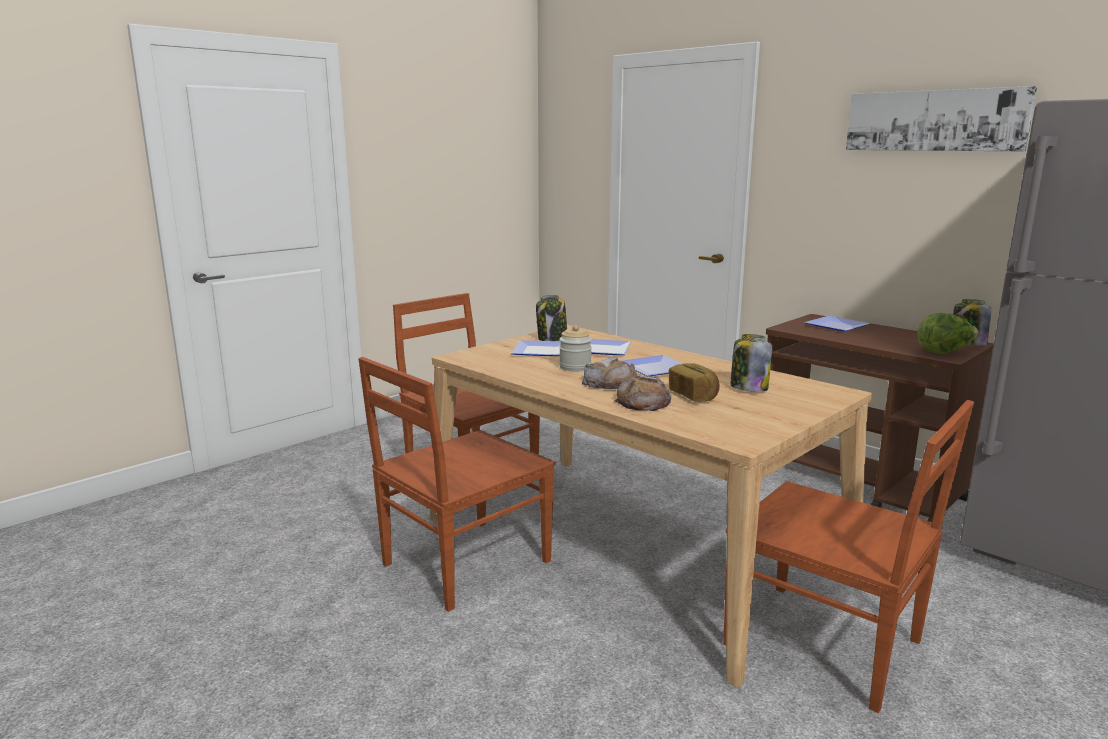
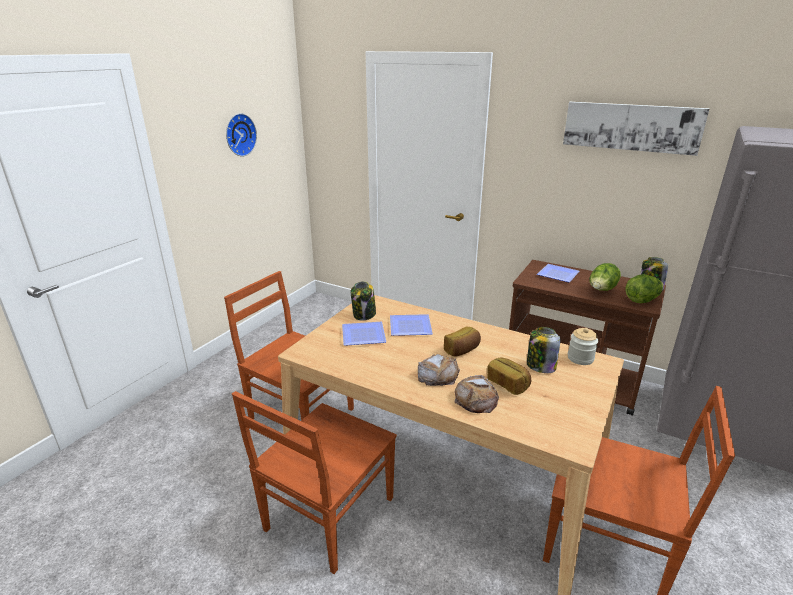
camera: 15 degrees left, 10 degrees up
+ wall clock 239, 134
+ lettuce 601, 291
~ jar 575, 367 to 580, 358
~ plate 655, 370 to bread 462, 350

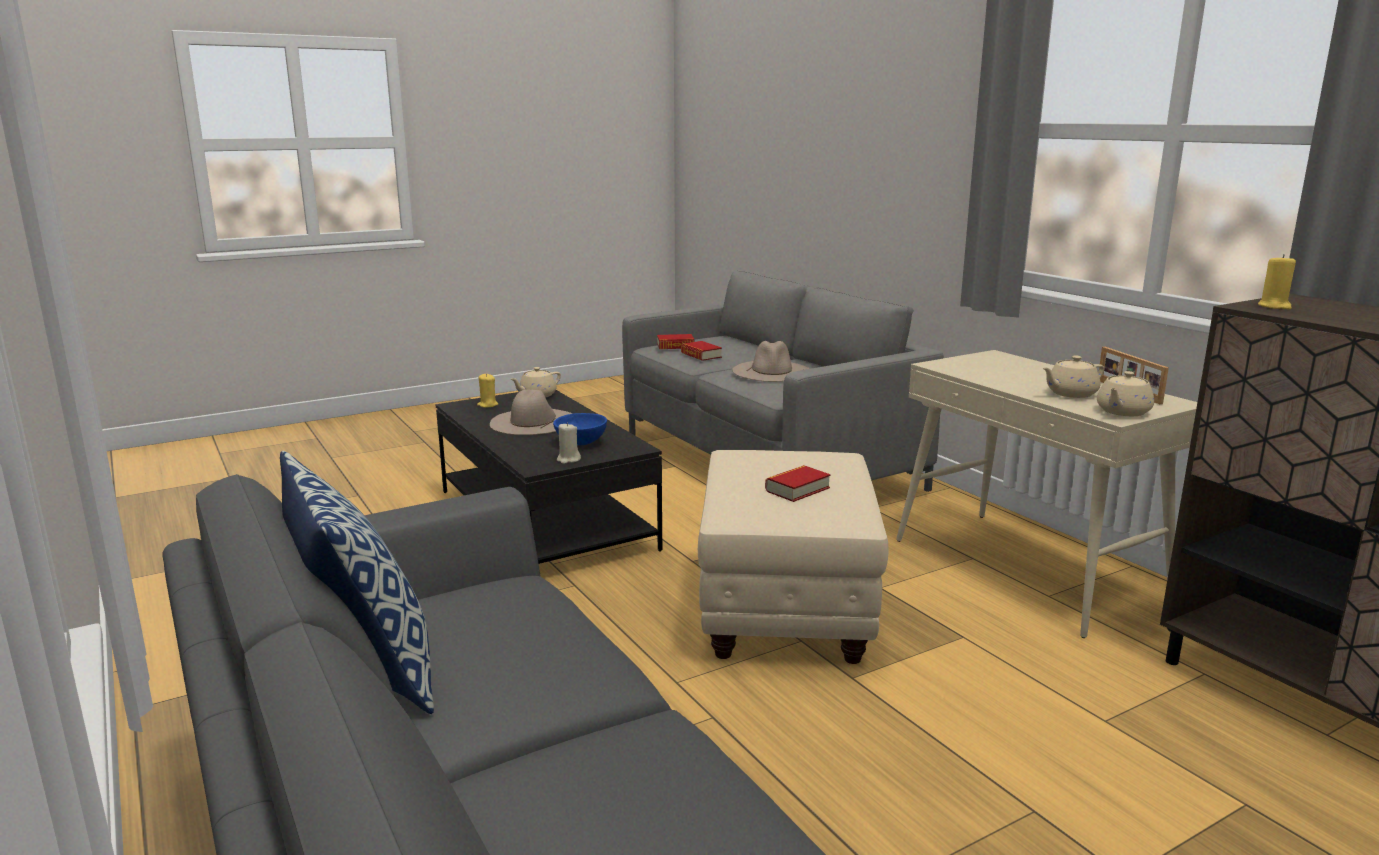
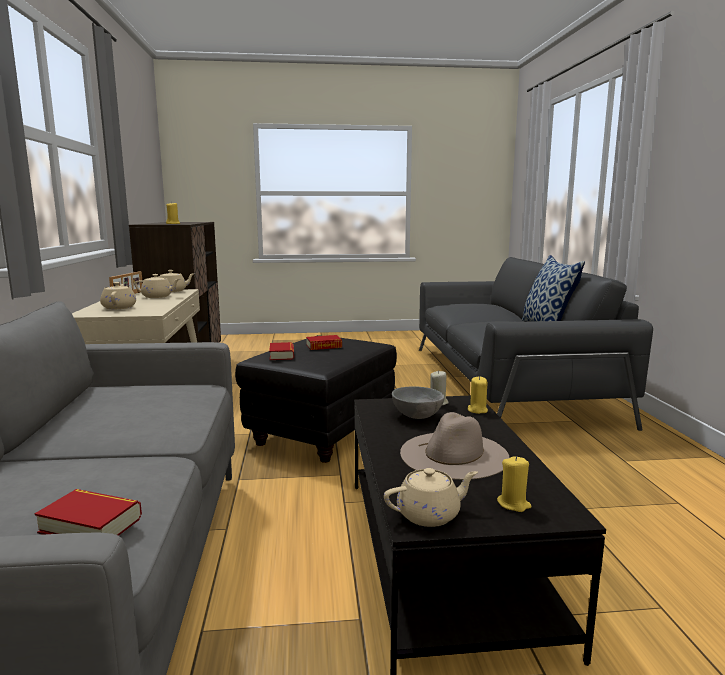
camera: 155 degrees left, 5 degrees down
- beige hat 772, 371
+ beige teapot 119, 307
+ yellow candle 477, 410
~ book 701, 355 to 282, 355
~ blue bowl 581, 443 to grey bowl 417, 416
~ beige ottoman 787, 612 to black ottoman 321, 432

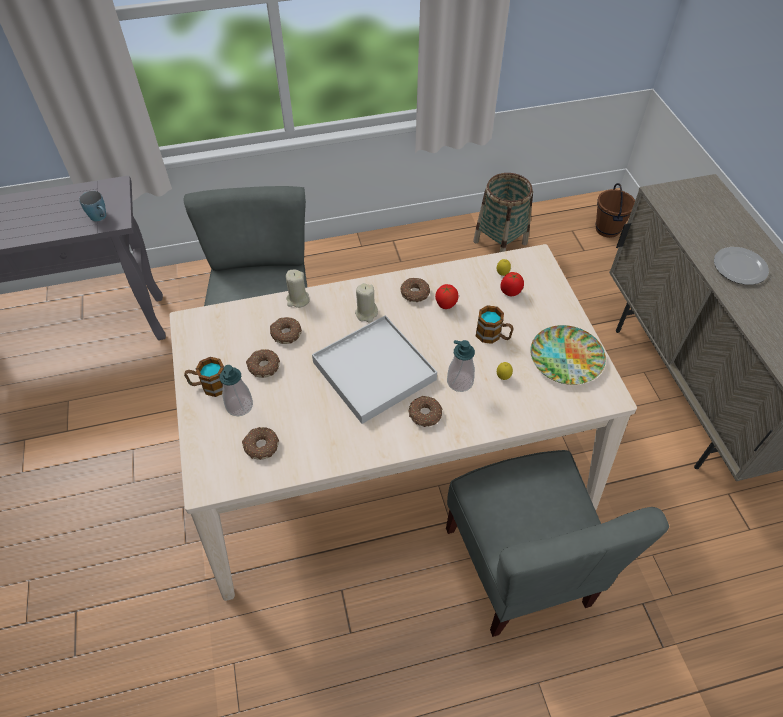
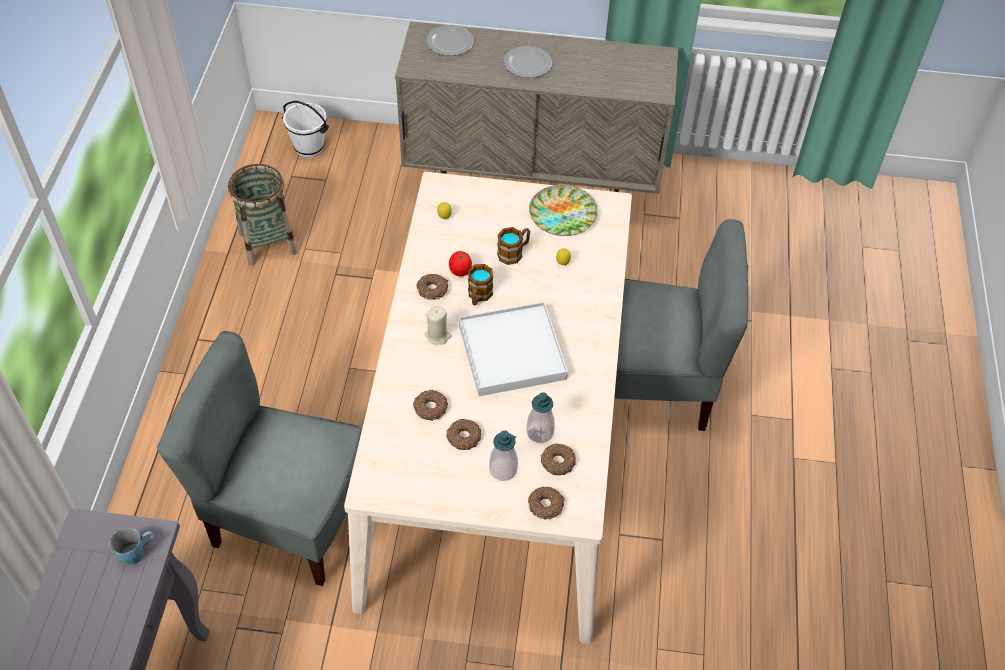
camera: 70 degrees left, 0 degrees up
- beige candle 298, 300
- tomato 510, 292
+ plate 450, 43
~ mug 209, 386 to 478, 296
~ donut 425, 415 to 546, 505
~ soap dispenser 460, 382 to 540, 432
~ brown bucket 607, 229 to white bucket 309, 148

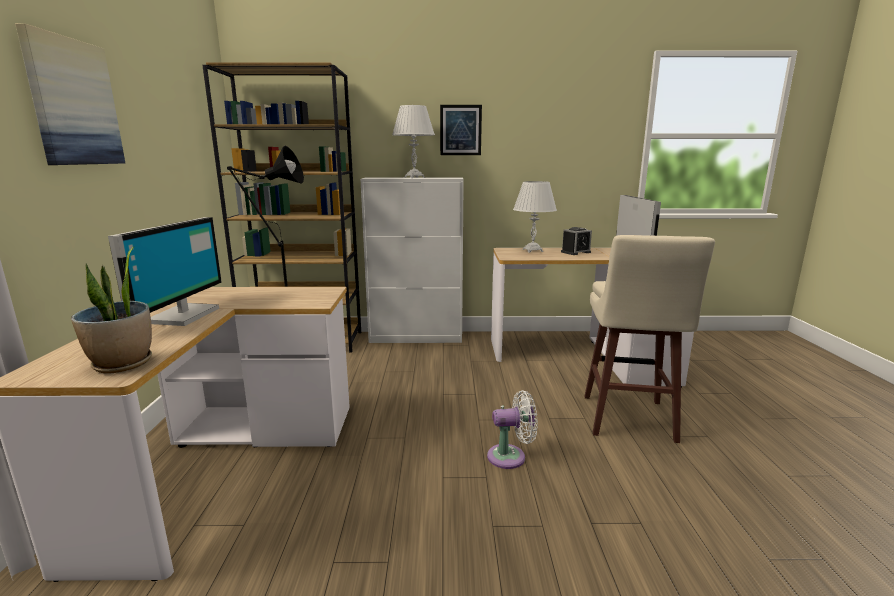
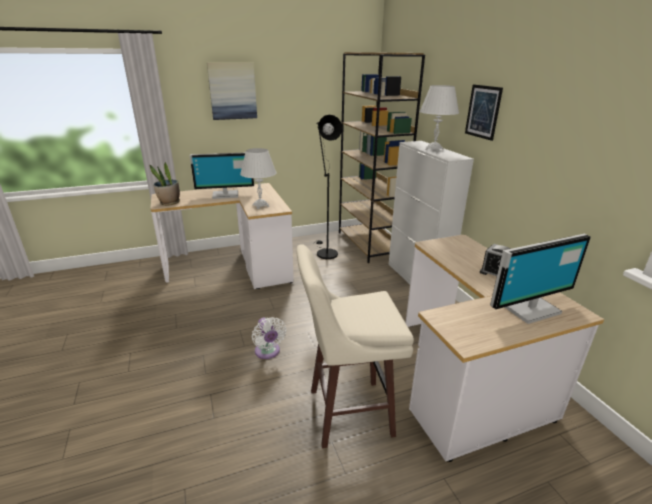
camera: 70 degrees right, 10 degrees up
~ white table lamp 532, 250 to 260, 206

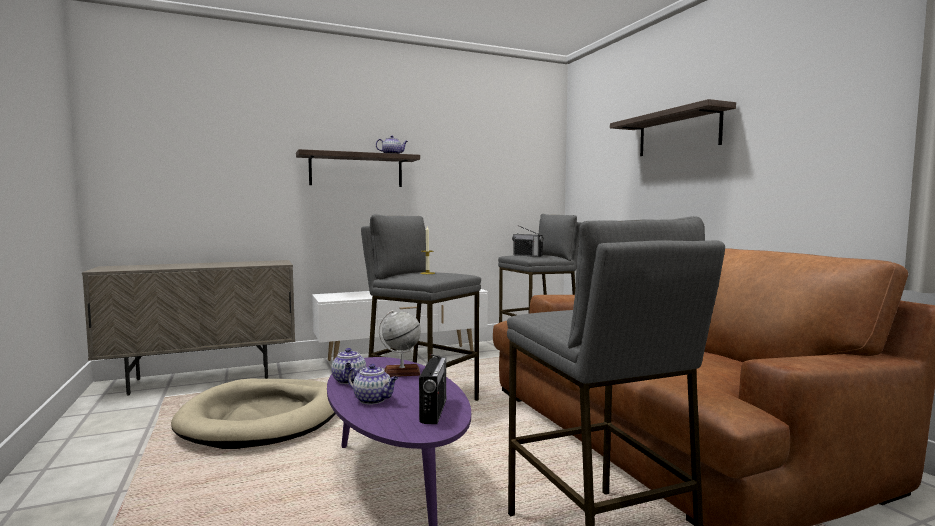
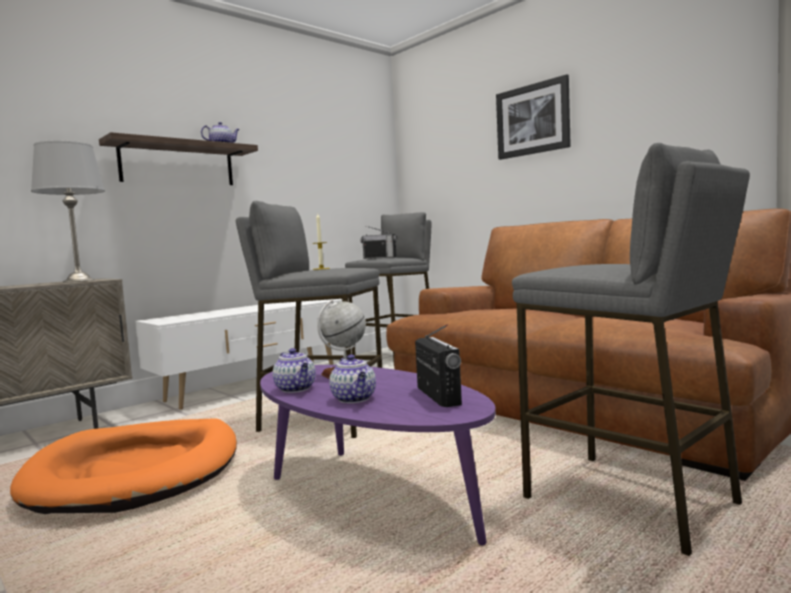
camera: 20 degrees left, 0 degrees up
+ grey table lamp 78, 281
~ shelf 678, 133 to picture 532, 119
~ beige dog bed 263, 418 to orange dog bed 136, 471
~ teapot 373, 400 = 354, 399 60 degrees clockwise

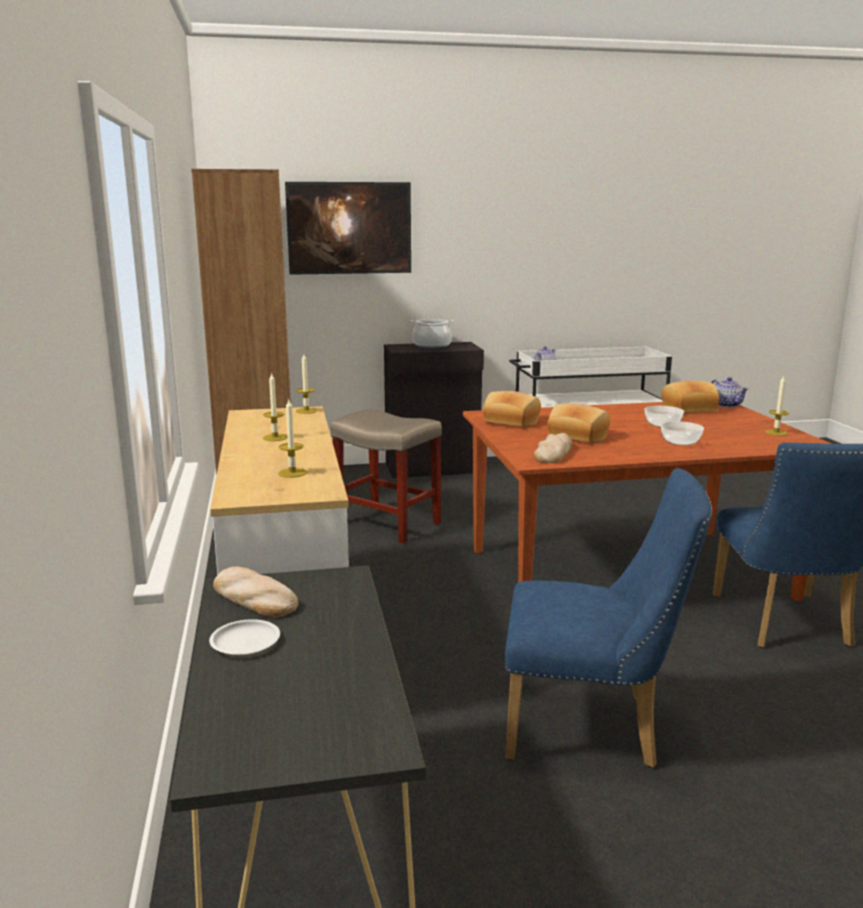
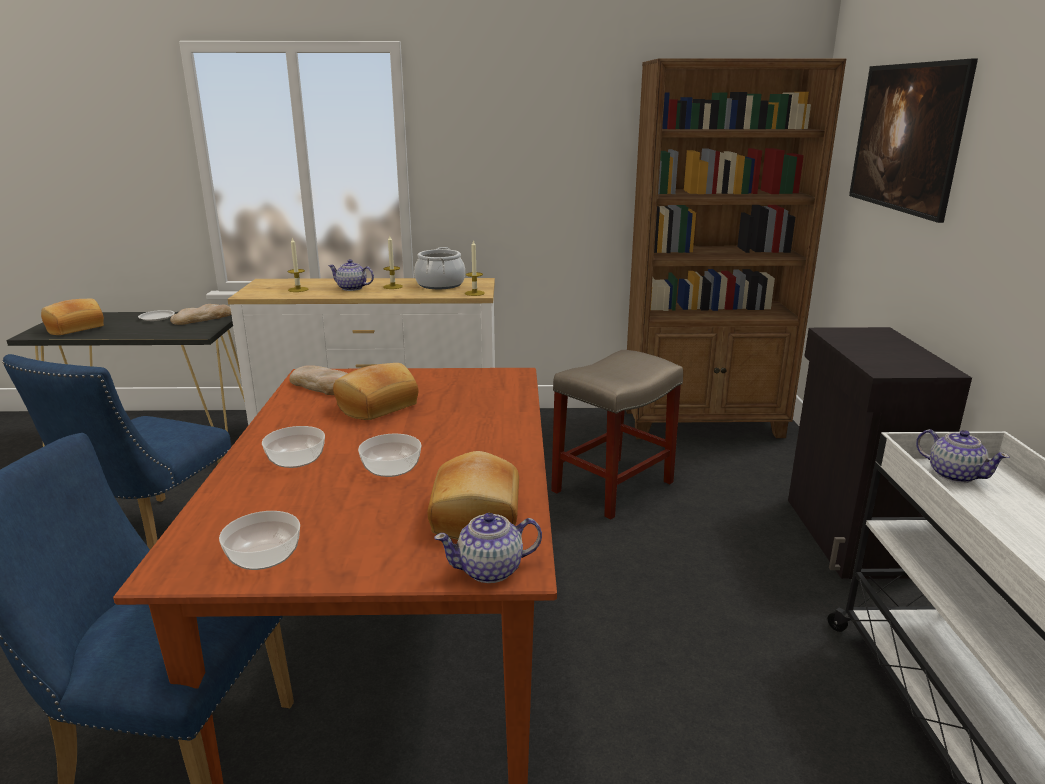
camera: 100 degrees right, 5 degrees up
+ teapot 352, 288
~ cooking pot 432, 346 to 440, 285
~ bread 511, 422 to 74, 328
~ candle 776, 433 to bowl 265, 556

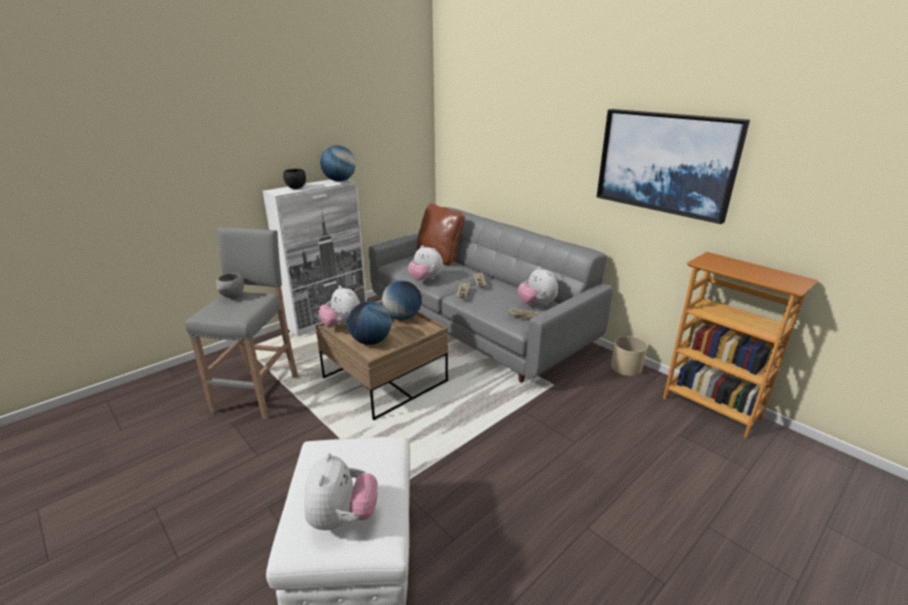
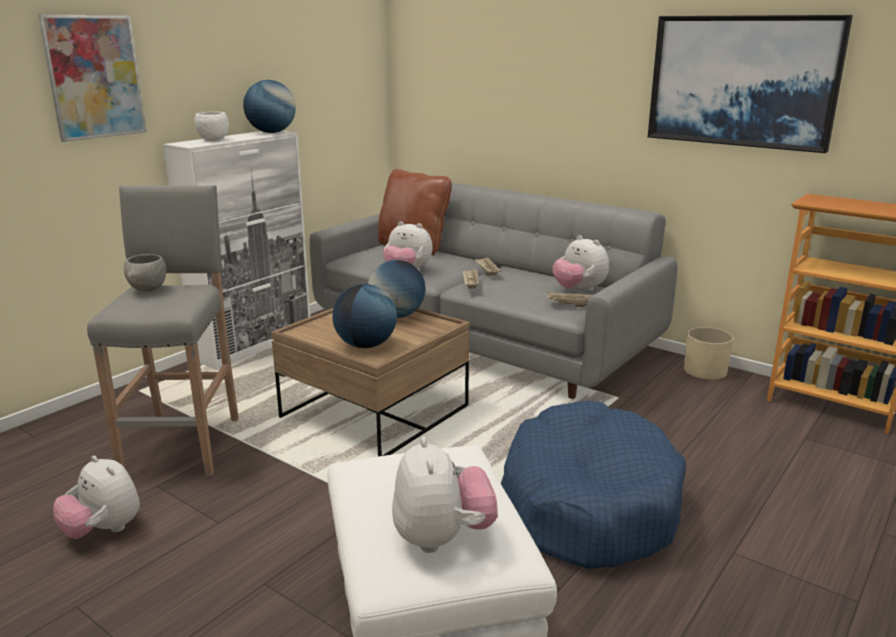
camera: 10 degrees left, 5 degrees down
+ picture 94, 77
+ blue dog bed 589, 503
~ plush toy 342, 326 to 103, 530
~ black bowl 296, 188 to white bowl 213, 140

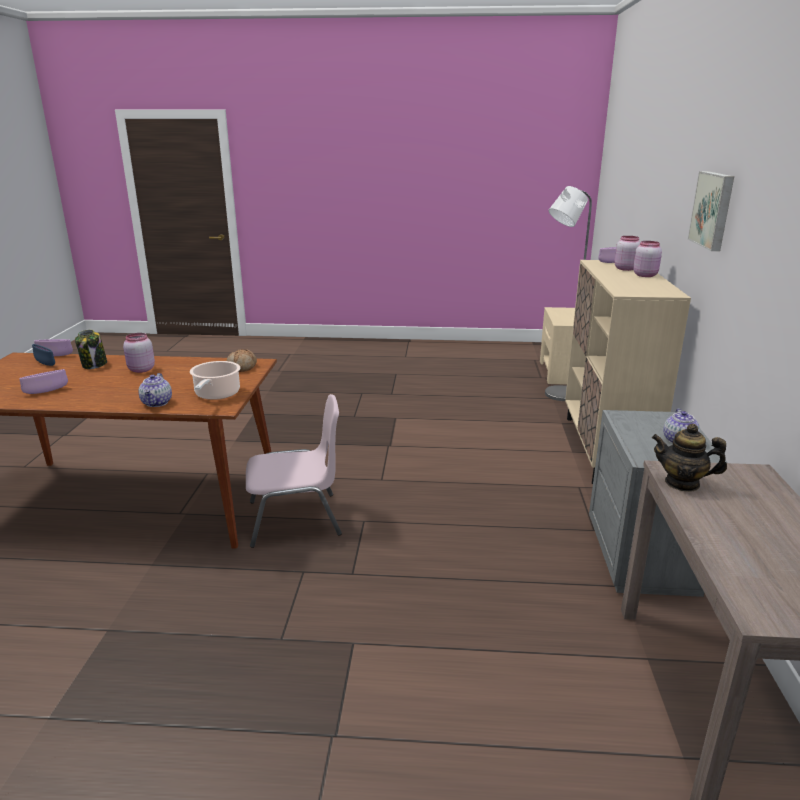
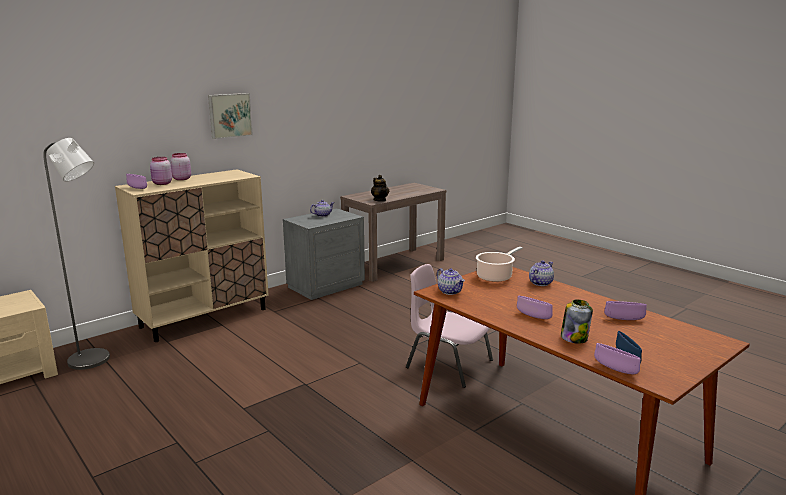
camera: 135 degrees left, 5 degrees down
~ pink jar 141, 370 to purple bowl 533, 316
~ bread 242, 367 to teapot 450, 291

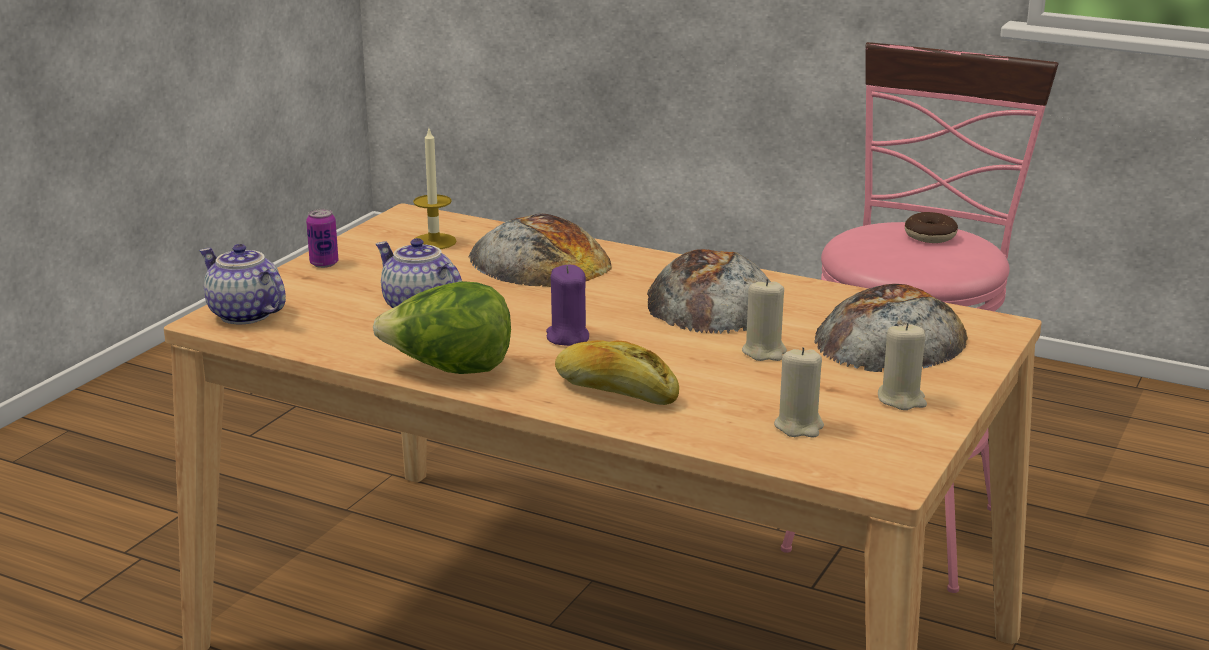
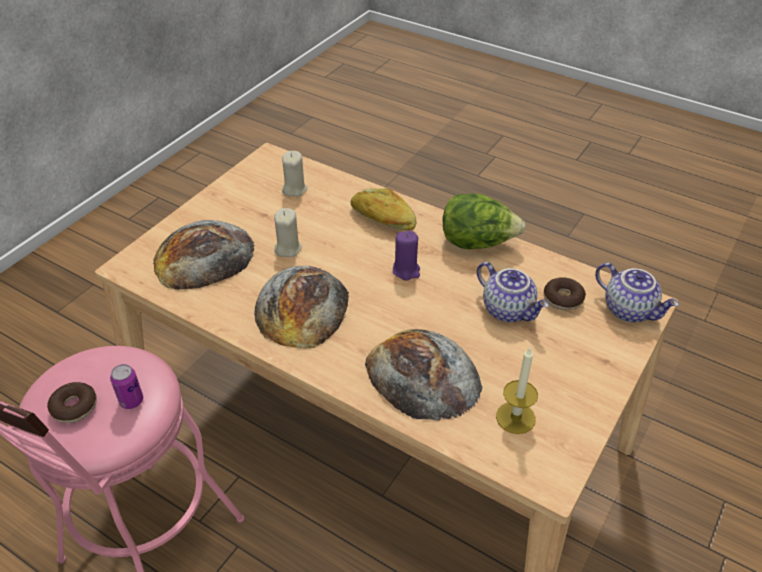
camera: 175 degrees left, 20 degrees up
- beige candle 901, 399
+ donut 563, 299
~ can 324, 263 to 131, 401

